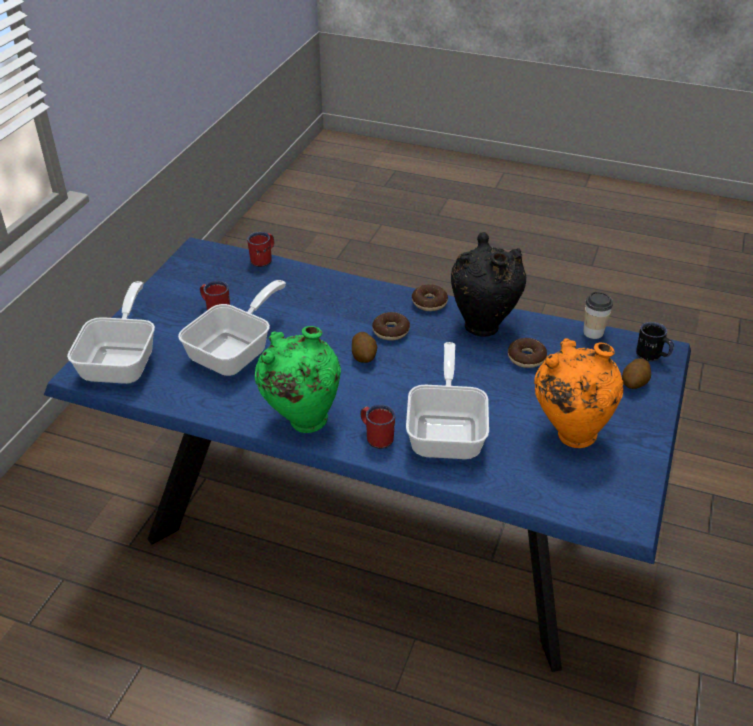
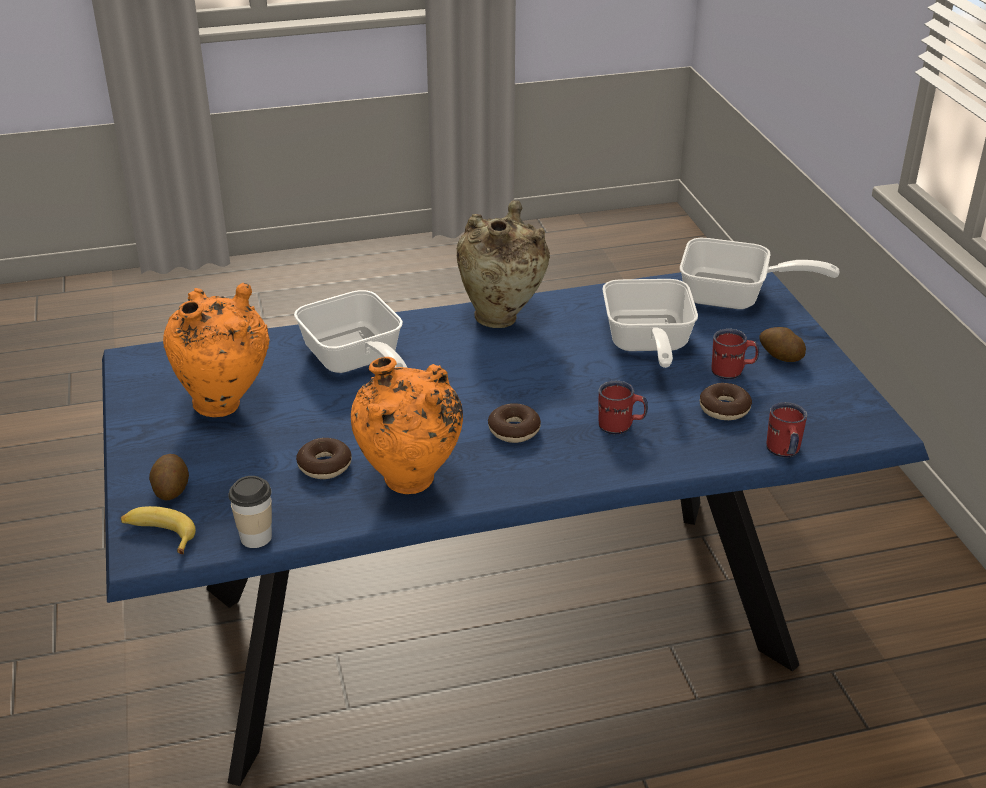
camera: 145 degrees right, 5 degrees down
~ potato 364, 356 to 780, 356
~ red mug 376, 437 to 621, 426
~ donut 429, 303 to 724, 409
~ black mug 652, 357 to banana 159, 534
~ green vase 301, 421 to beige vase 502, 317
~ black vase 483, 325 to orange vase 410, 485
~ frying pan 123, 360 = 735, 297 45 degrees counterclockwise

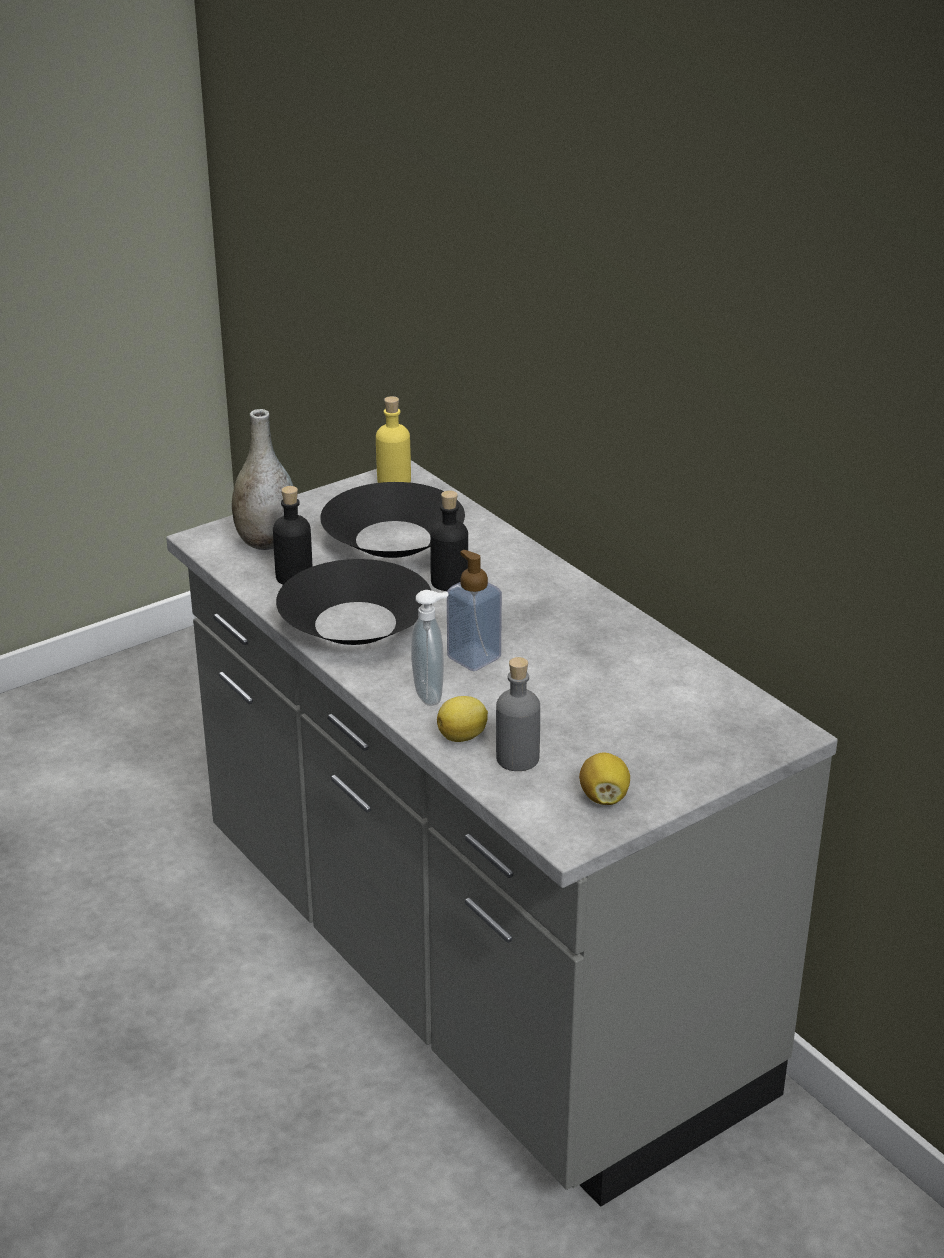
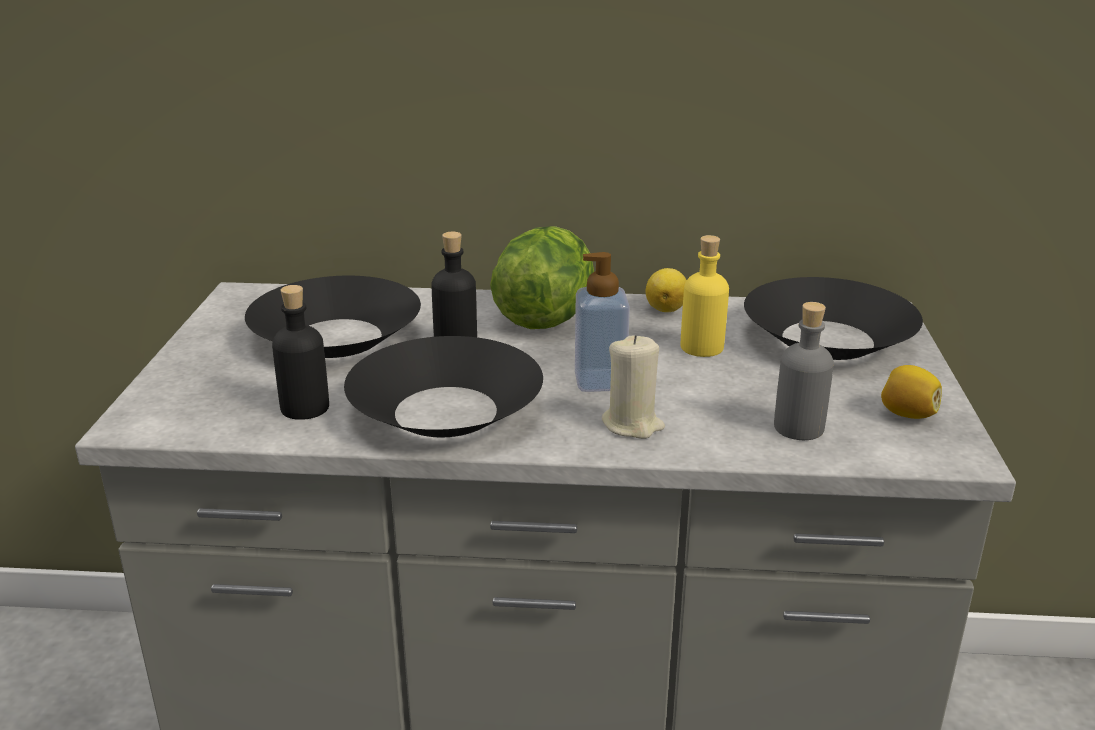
camera: 50 degrees left, 5 degrees down
- grey vase 266, 542
+ lettuce 545, 318
+ black bowl 828, 339
~ yellow bottle 394, 481 to 702, 347
~ lemon 463, 736 to 666, 309
~ soap dispenser 431, 694 to beige candle 632, 424

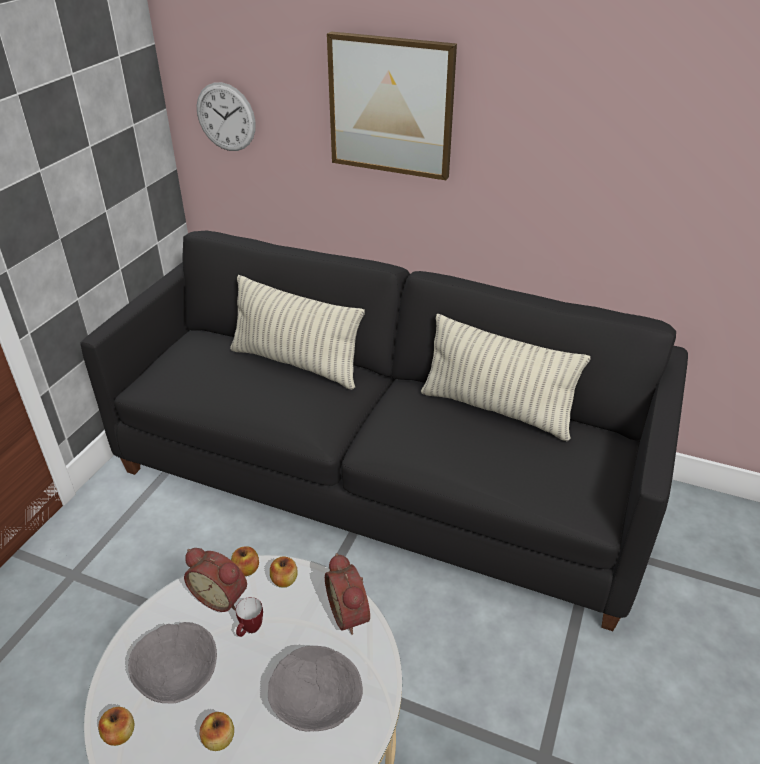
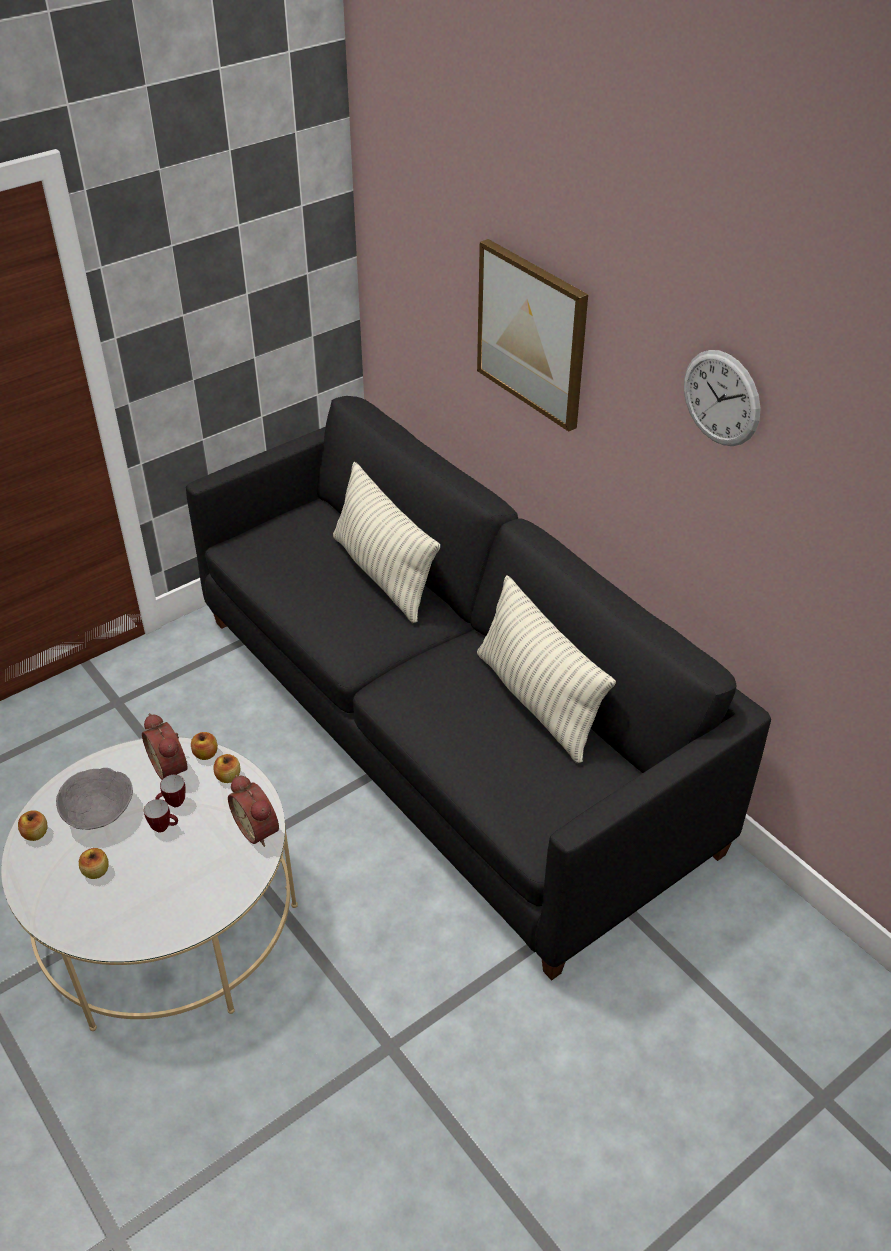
camera: 30 degrees right, 5 degrees up
- grey bowl 317, 702
+ mug 164, 827
~ wall clock 226, 117 to 721, 398
~ alarm clock 351, 613 = 259, 828 45 degrees counterclockwise

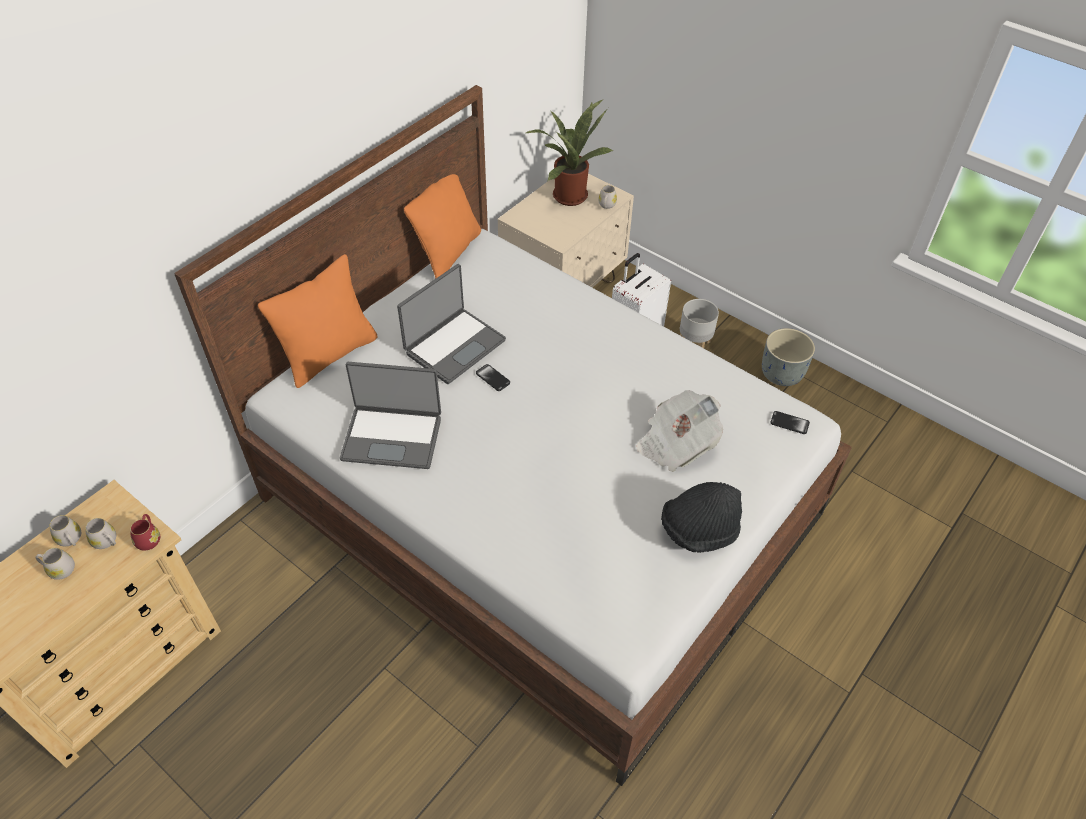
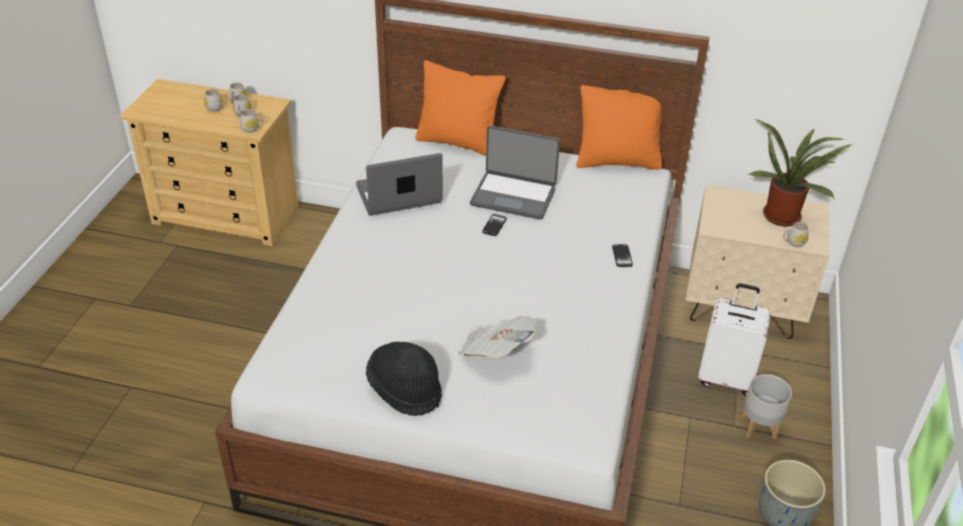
camera: 65 degrees right, 10 degrees down
~ phone 789, 423 to 622, 256
~ red mug 149, 538 to white mug 252, 128
~ laptop 392, 437 = 399, 196 90 degrees clockwise

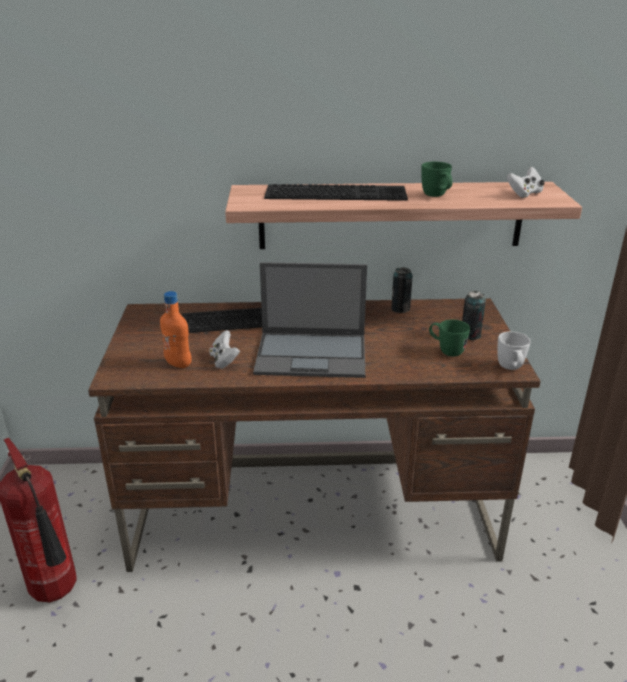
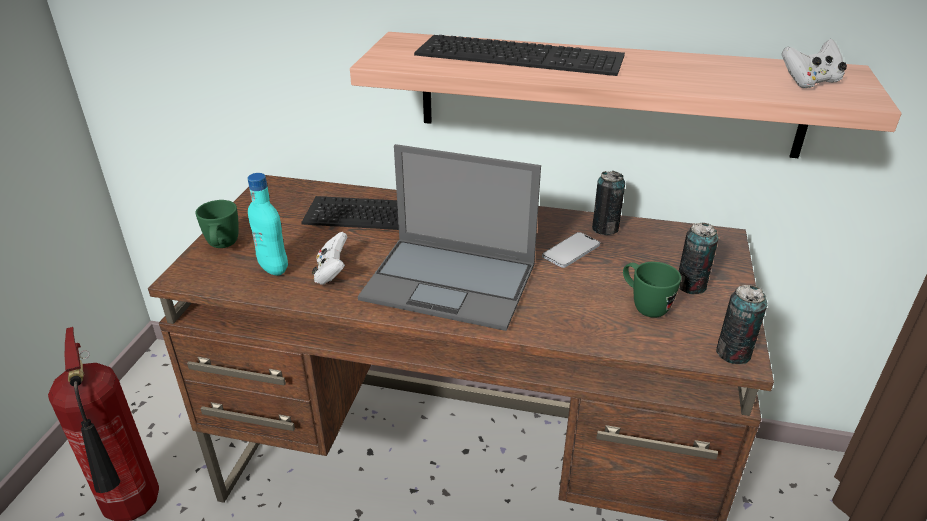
camera: 15 degrees right, 5 degrees up
+ phone 571, 251
~ green mug 437, 196 to 222, 247
~ white mug 511, 369 to can 733, 353
~ orange bottle 178, 364 to turquoise bottle 273, 268

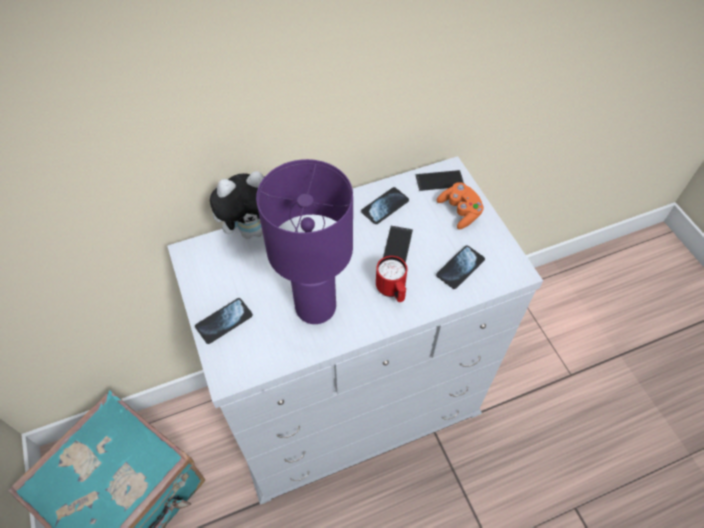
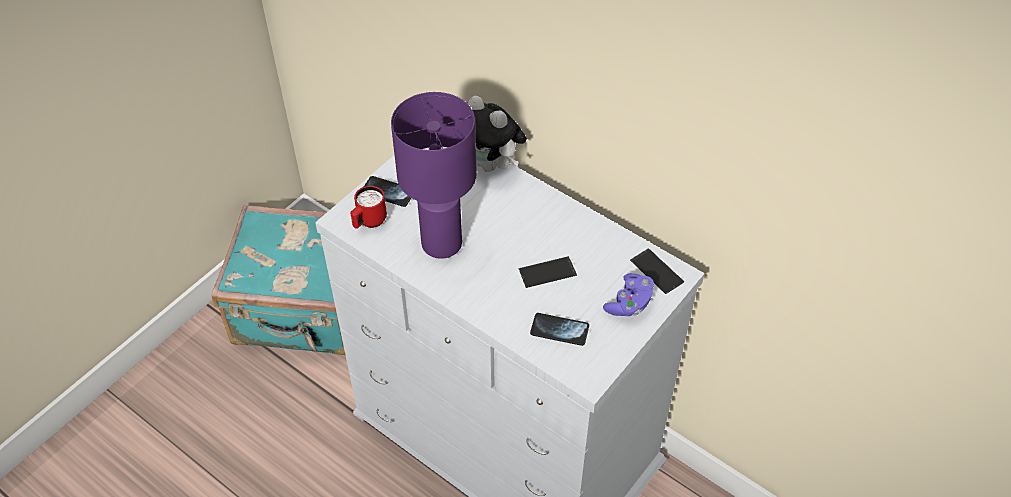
camera: 60 degrees right, 5 degrees down
- phone 385, 206
~ red mug 392, 291 to 369, 222
~ orange game controller 460, 211 to purple game controller 629, 303

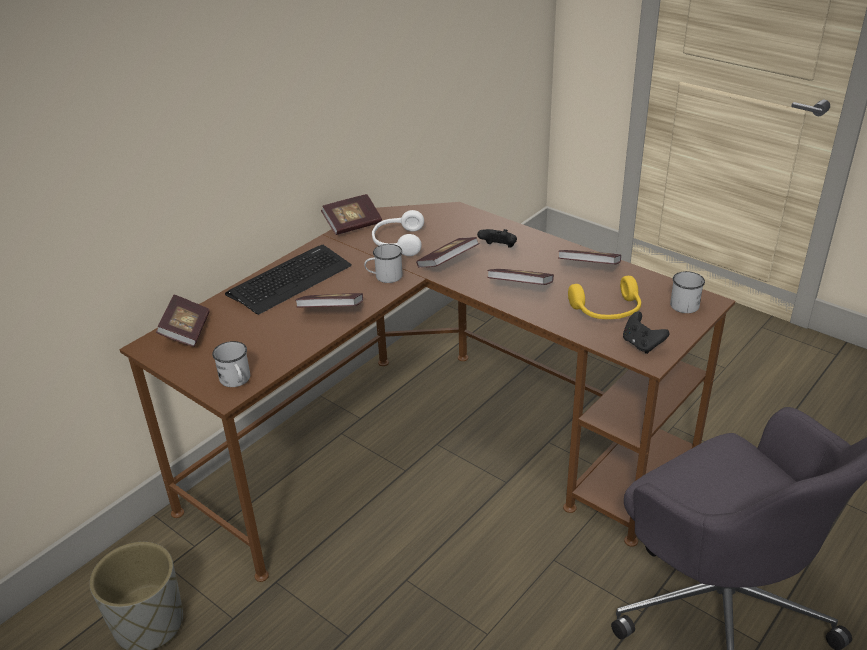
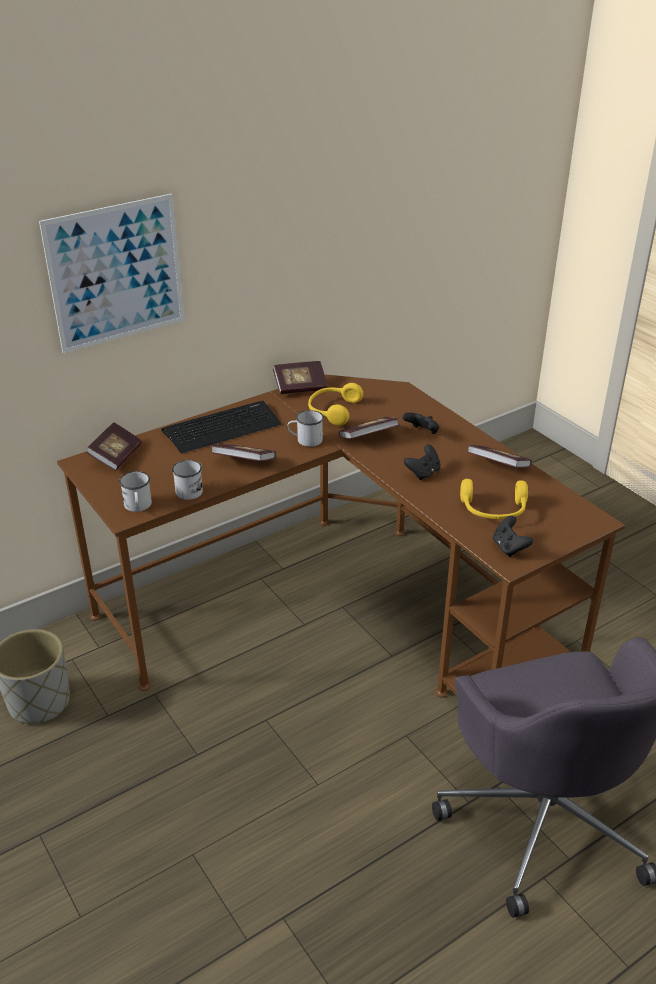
camera: 15 degrees right, 0 degrees up
+ picture 116, 273
~ white mug 684, 302 to 191, 489
~ book 520, 287 to black game controller 423, 473
~ white headphones 397, 242 to yellow headphones 332, 411

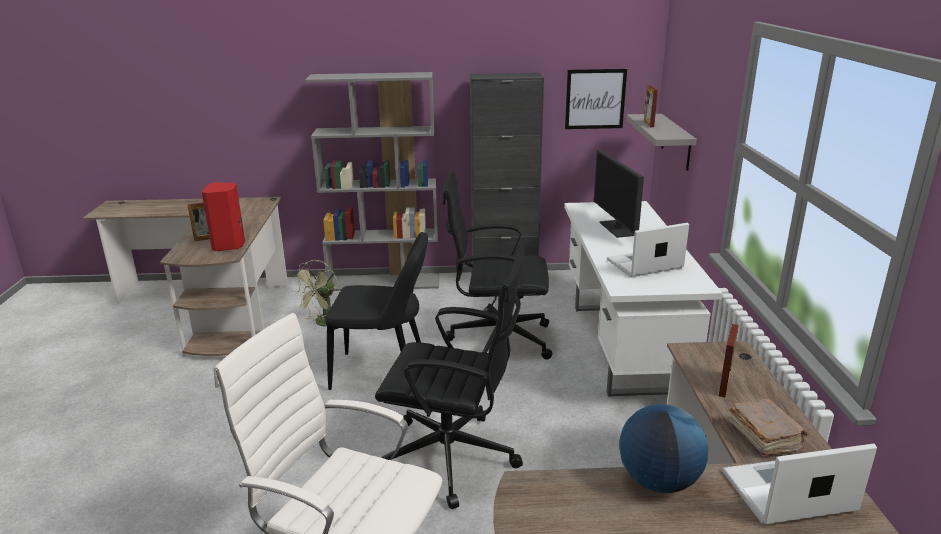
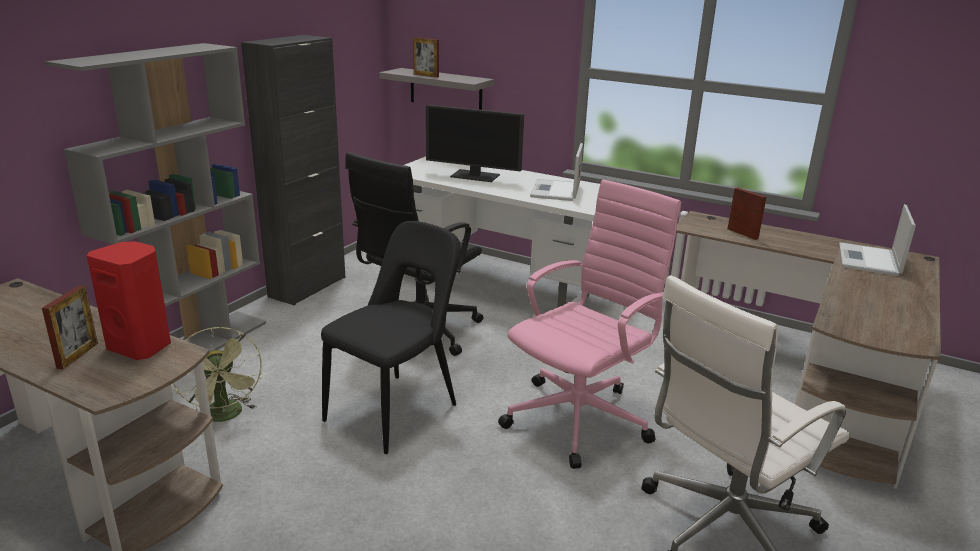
camera: 60 degrees left, 0 degrees up
- picture 595, 99
- globe 658, 481
- brown book 763, 436
~ black office chair 453, 458 to pink office chair 581, 418

